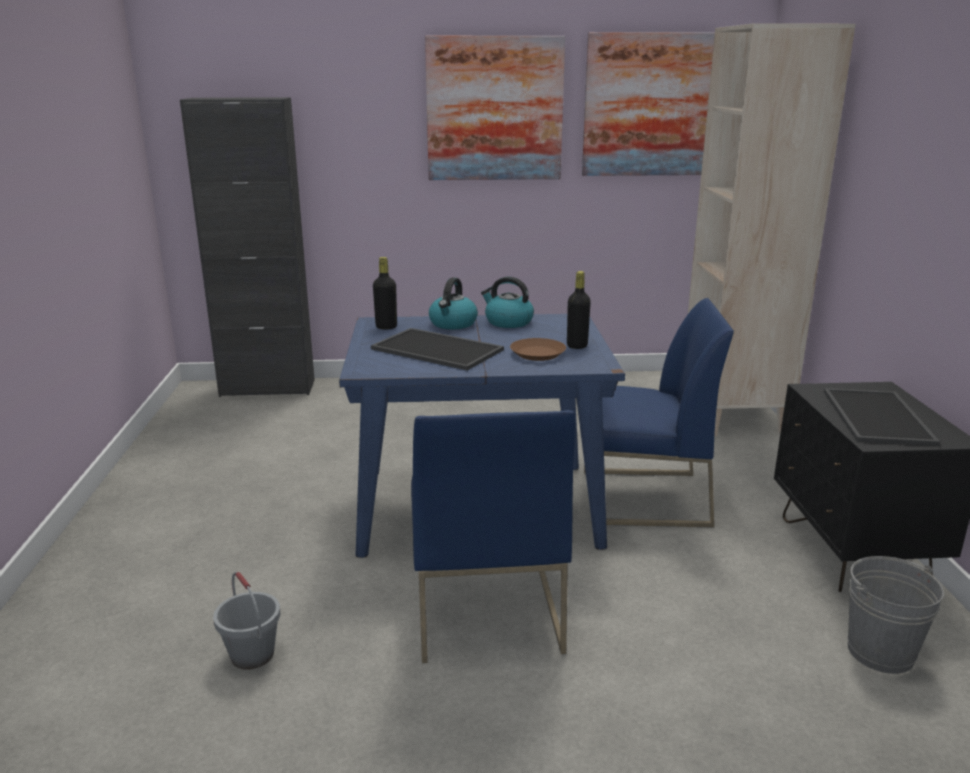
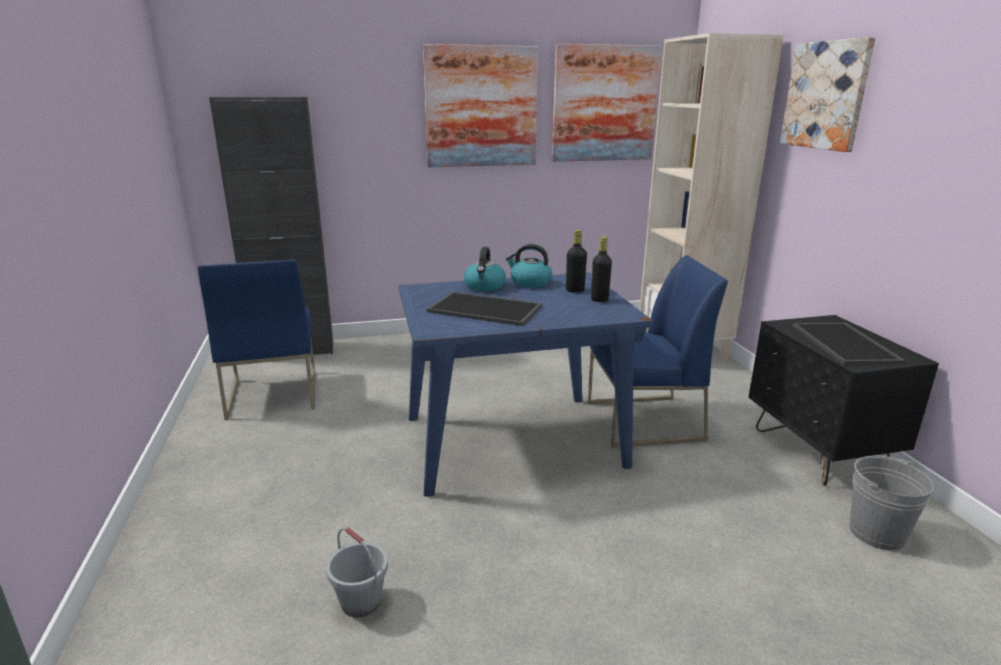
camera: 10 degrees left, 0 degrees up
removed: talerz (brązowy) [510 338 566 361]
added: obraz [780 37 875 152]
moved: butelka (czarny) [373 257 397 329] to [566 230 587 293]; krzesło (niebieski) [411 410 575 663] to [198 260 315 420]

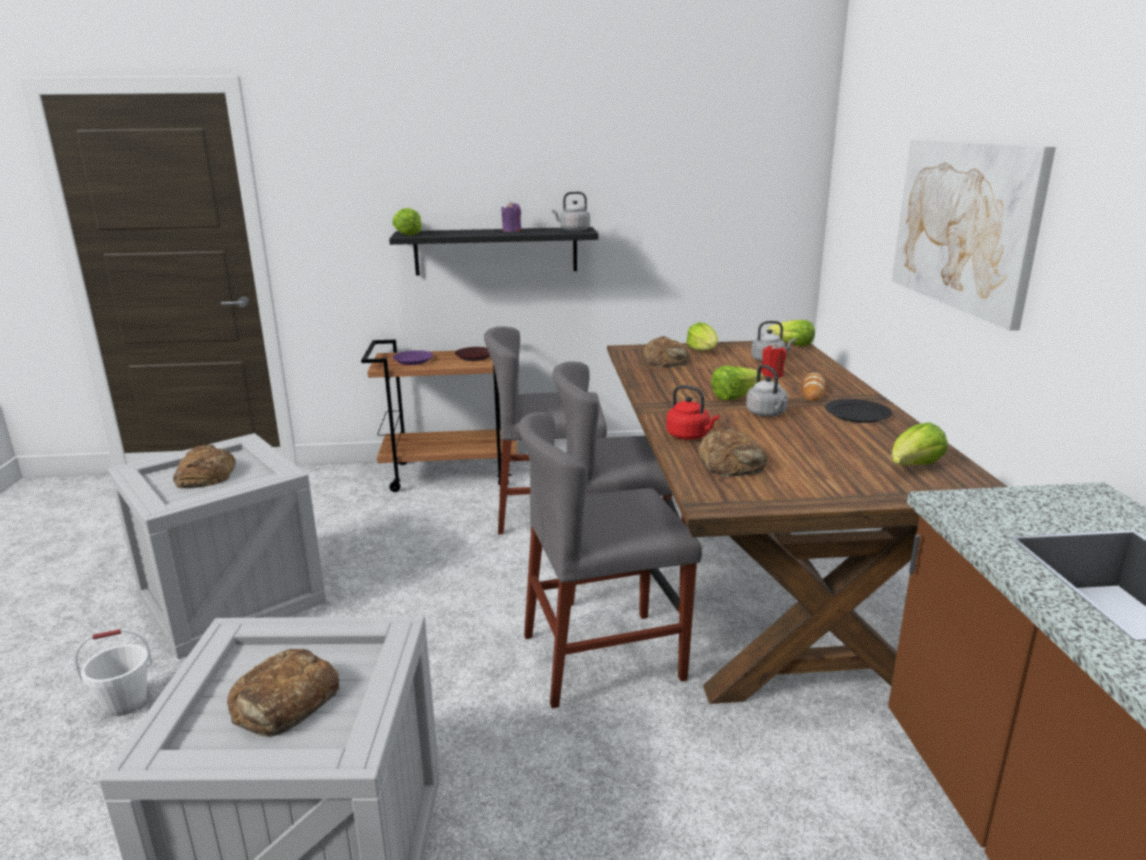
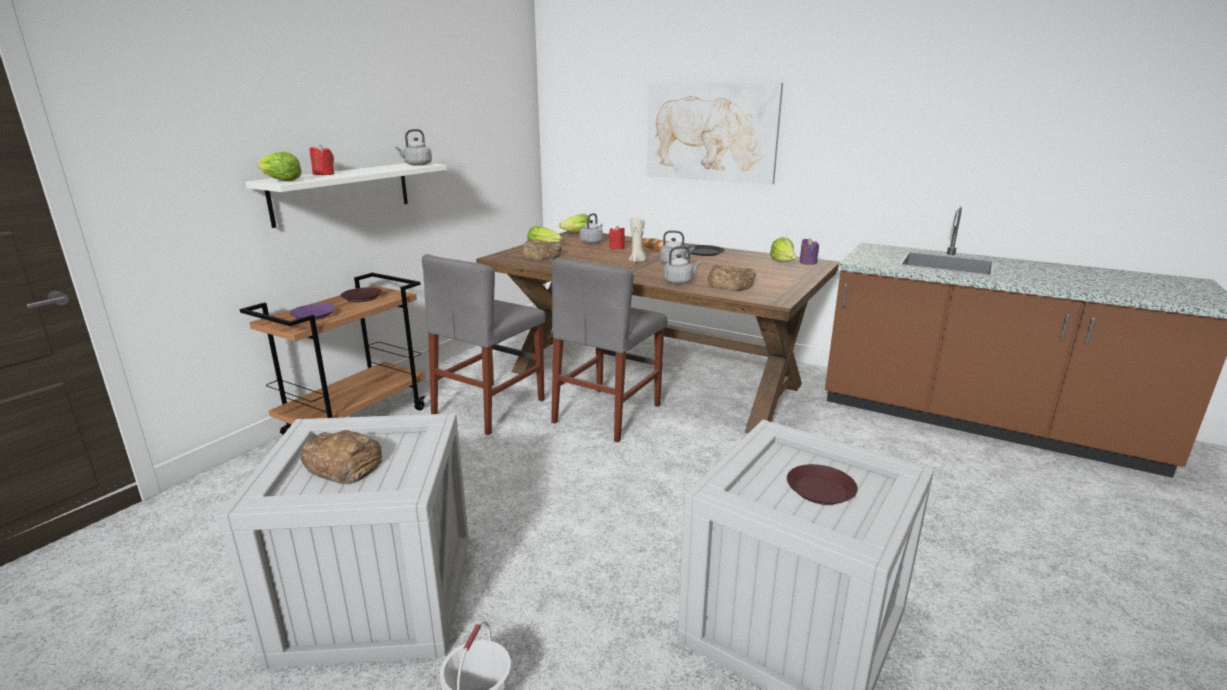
camera: 55 degrees left, 0 degrees up
removed: krzesło (szary) [519 412 702 708]
added: świeca (czerwony) [310 145 335 175]
moved: świeca (fioletowy) [501 202 521 232] to [799 238 819 265]
replaced: sałata [711 365 764 400] to świeca (beżowy) [629 216 646 263]; chleb [227 649 340 737] to talerz (brązowy) [787 464 858 505]
recoloured: półka (czarny) [389 227 598 275] to półka (biały) [245 163 447 228]; czajnik (czerwony) [666 385 719 440] to czajnik (szary) [663 246 701 284]

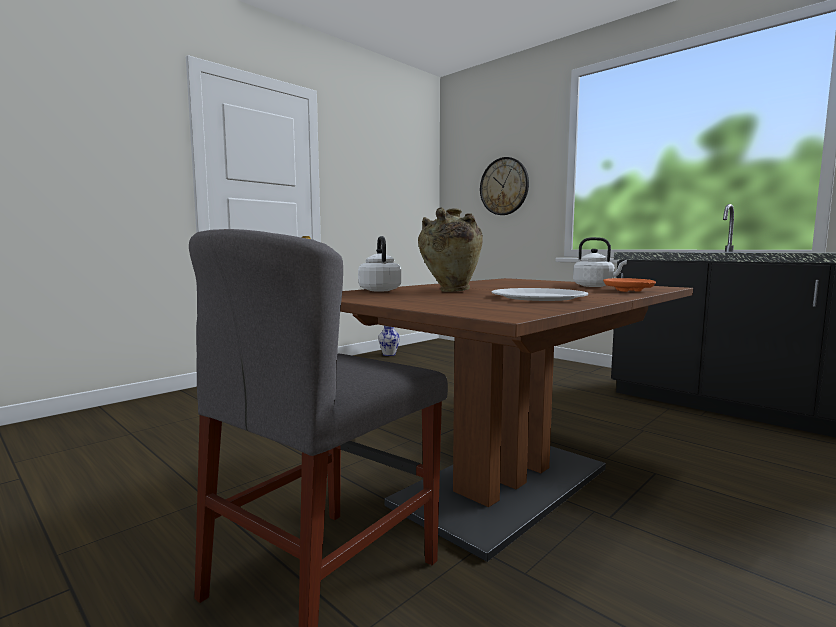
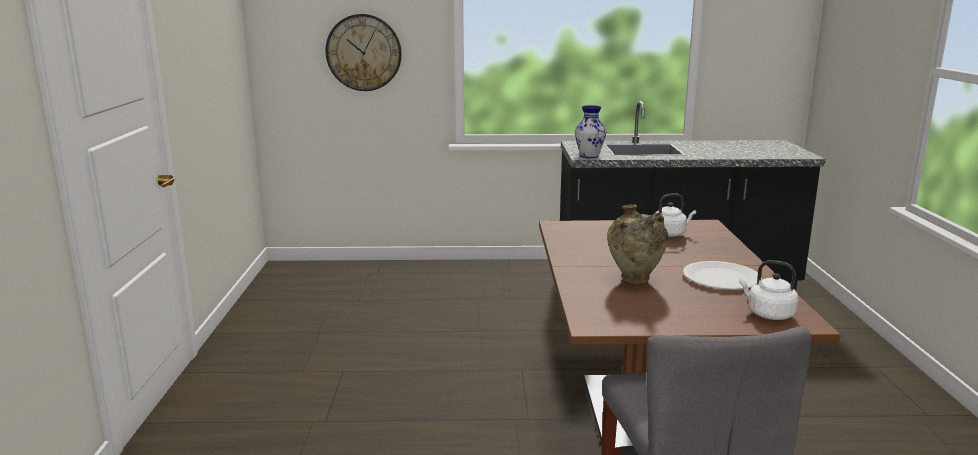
camera: 45 degrees left, 10 degrees up
removed: talerz (pomarańczowy) [603 278 656 292]
moved: czajnik (biały) [358 236 401 291] to [739 260 798 320]; wazon [378 326 400 356] to [575 105 606 158]

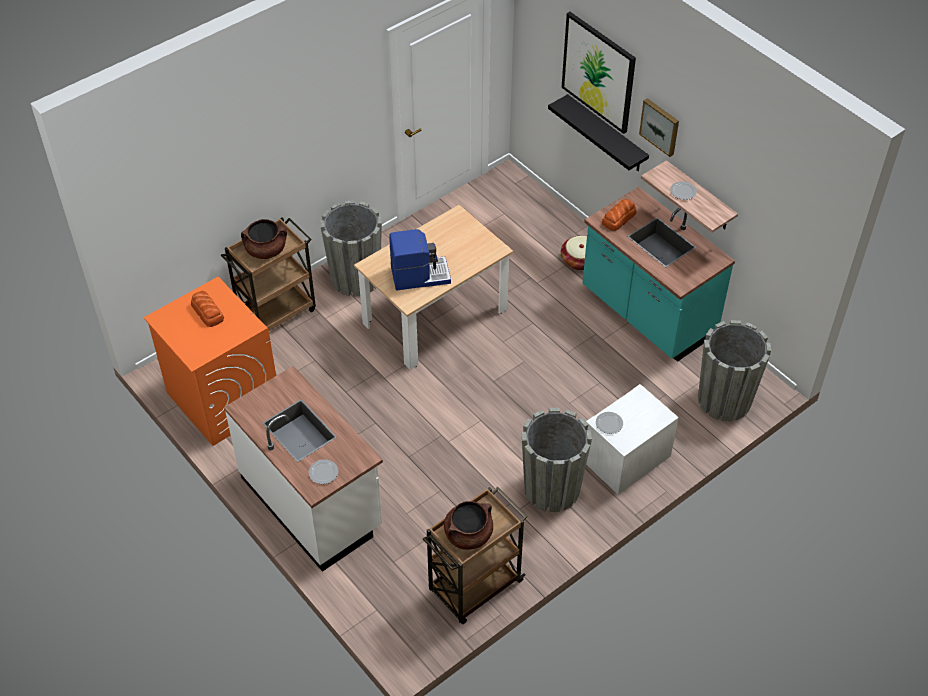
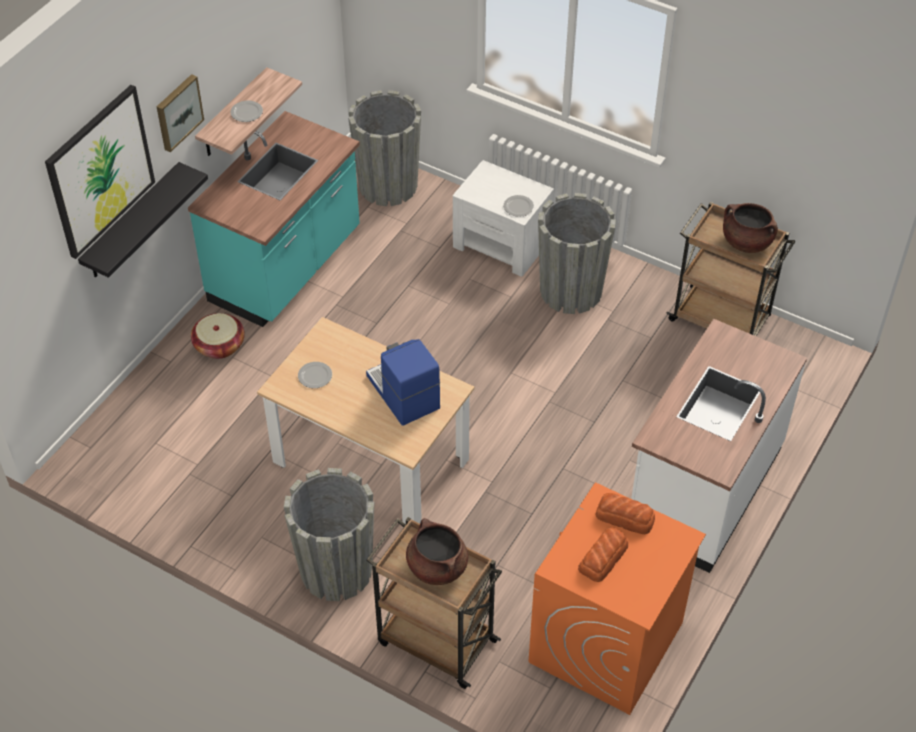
camera: 110 degrees left, 0 degrees up
moved: chleb [602 199 637 231] to [595 493 655 534]; talerz [309 459 338 484] to [298 362 332 388]

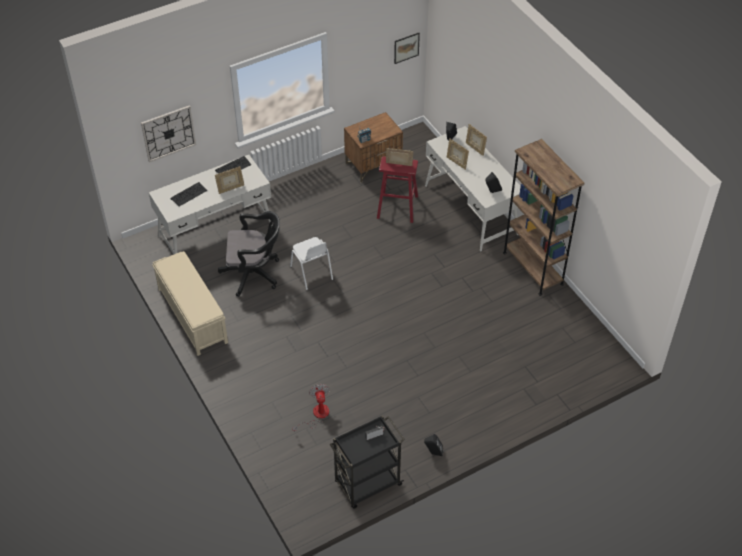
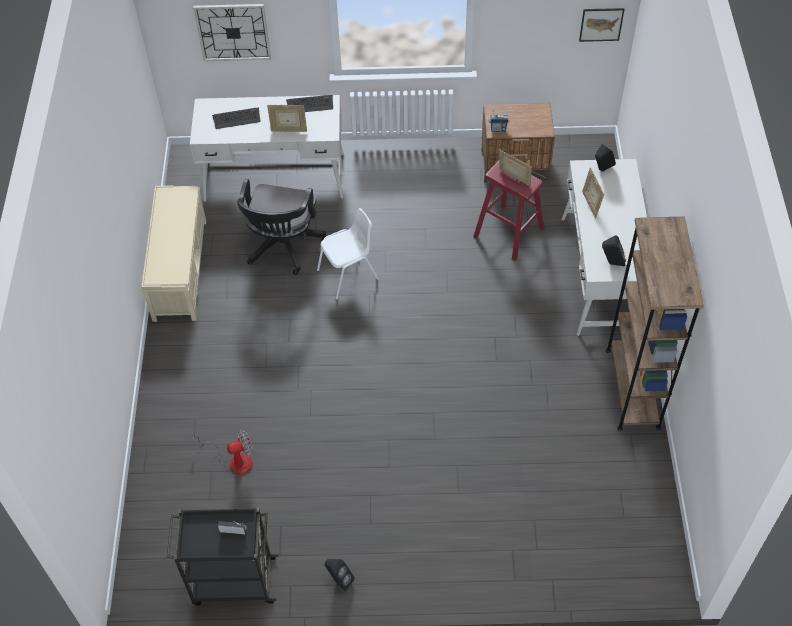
camera: 30 degrees right, 5 degrees up
removed: ramka na zdjęcie [466 124 487 156]
turned: krzesło biurowe (czarny) [218 211 280 297] = [237 179 326 275] 75 degrees clockwise; krzesło (biały) [290 237 333 290] = [317 208 379 300] 120 degrees counterclockwise; wentylator [292 384 330 432] = [192 430 254 474] 45 degrees clockwise

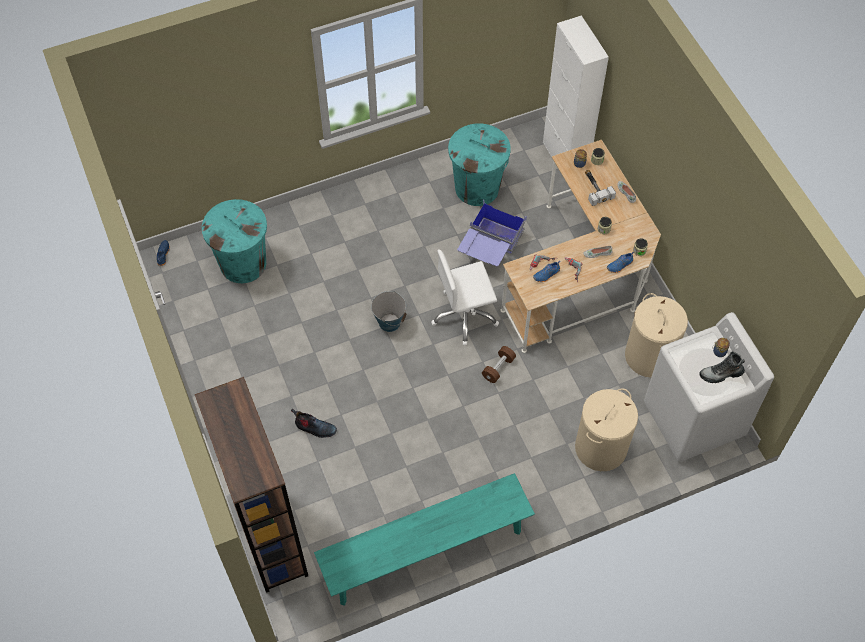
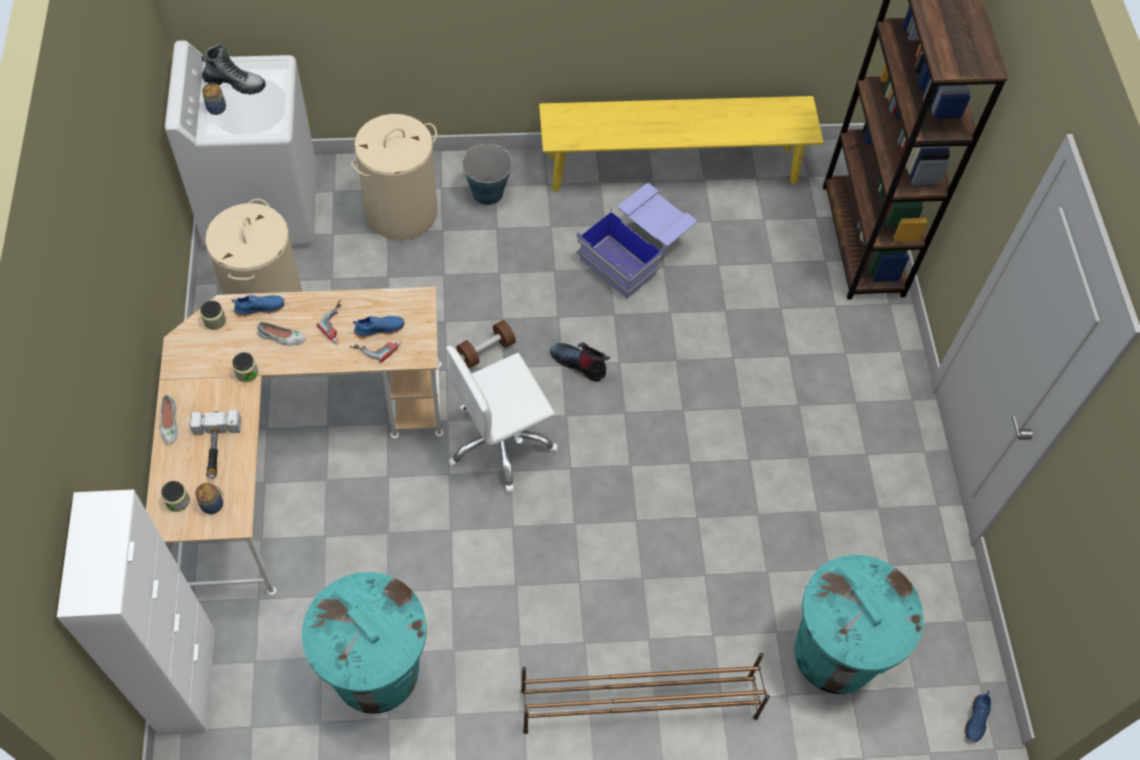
camera: 165 degrees left, 0 degrees up
added: regał na buty (brązowy) [521 653 770 734]
moved: pojemnik do przechowywania (niebieski) [457 199 527 266] to [577 183 697 298]; wiadro [371 291 407 332] to [462 144 512 205]; but z cholewką [291 408 337 438] to [550 342 610 382]
recoloured: ławka (turkusowy) [314 473 535 606] to ławka (żółty) [539 96 824 192]
turned: krzesło biurowe (biały) [431 250 499 345] = [446 346 558 492] 150 degrees clockwise

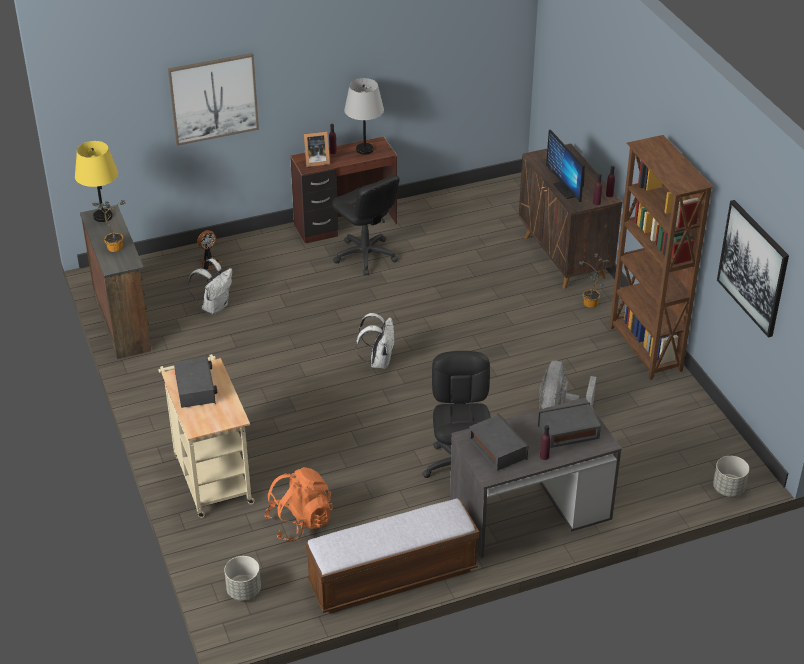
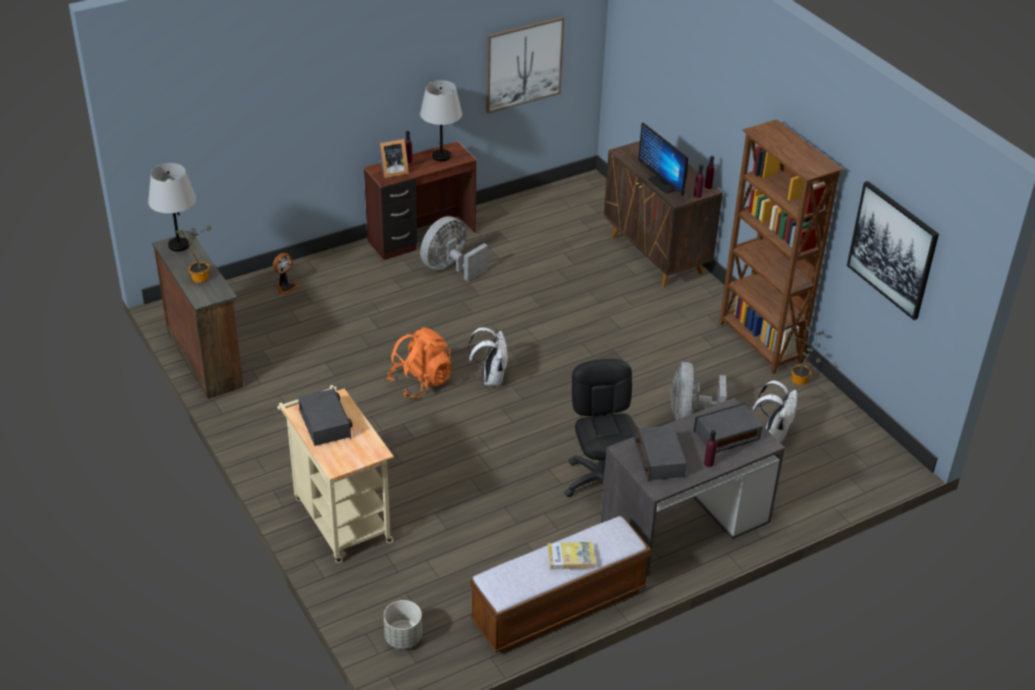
camera: 10 degrees left, 0 degrees up
removed: donica (szary) [713 456 749 497]
added: książka [548 542 595 570]
moved: obraz [168 53 259 146] to [486 16 564 113]; roślina doniczkowa [579 253 609 308] to [790 326 824 385]; plecak (biały) [189 258 232 315] to [751 381 797 443]; plecak (pomarańczowy) [264 467 333 541] to [388 327 452 398]
replaced: krzesło biurowe (czarny) [332 174 400 275] to wentylator (szary) [420 216 488 281]
recoloured: lampa stołowa (żółty) [75 141 118 222] to lampa stołowa (szary) [148 163 196 252]
turned: radio [469 413 528 471] = [634 425 687 482] 150 degrees counterclockwise

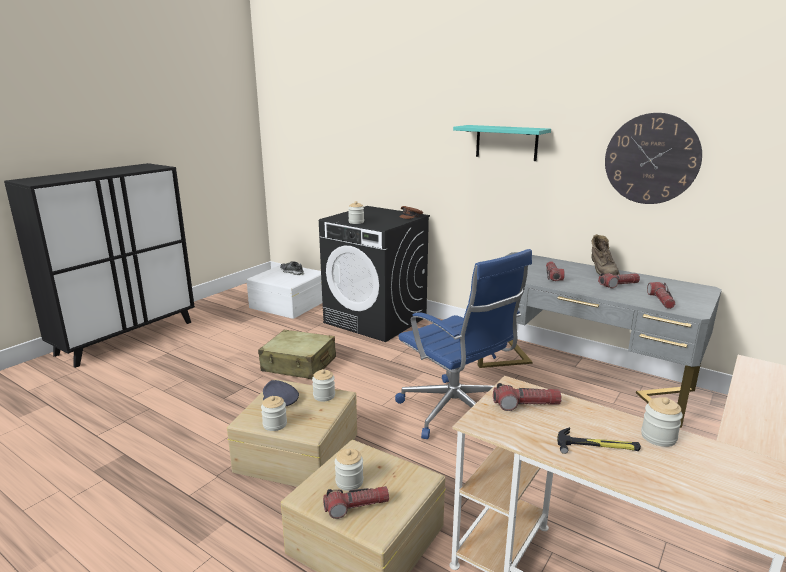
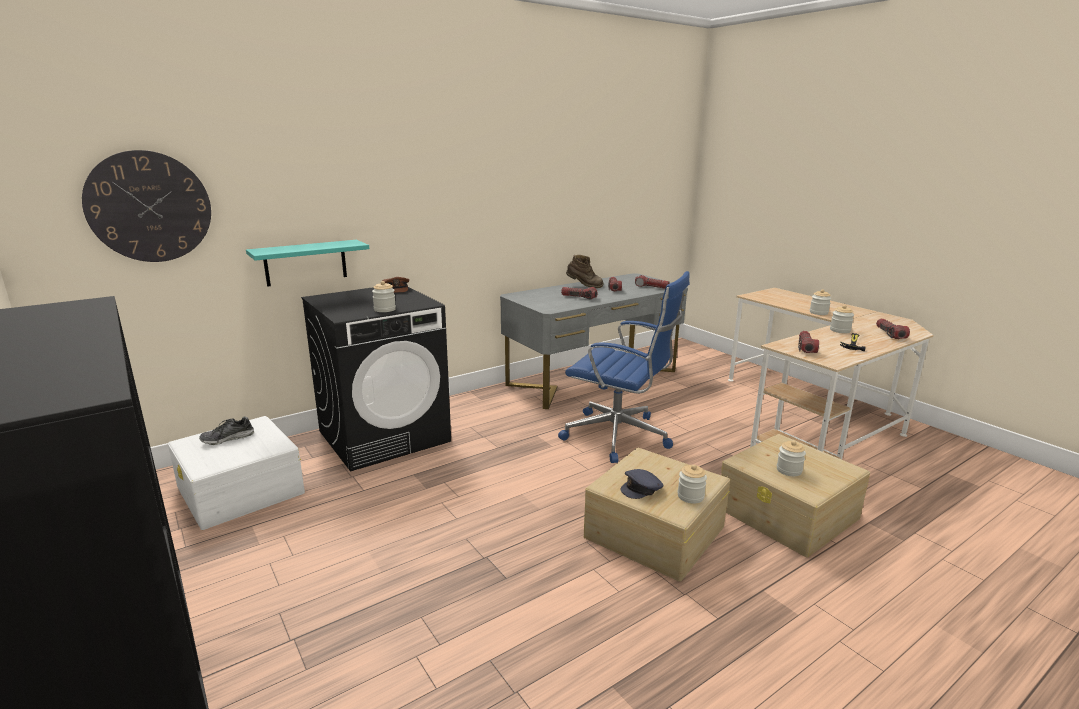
camera: 70 degrees left, 0 degrees up
removed: walizka (beżowy) [258 330 336 379]
moved: zegar ścienny [605 113 702 204] to [82 150 211 262]; półka (turkusowy) [453 125 551 161] to [246 240 369 287]; słoik [312 369 335 402] to [810 289 831 315]; latarka [323 486 389 519] to [876 319 910 339]
turned: krzesło biurowe (niebieski) [395 249 532 439] = [558 271 690 463] 45 degrees clockwise

